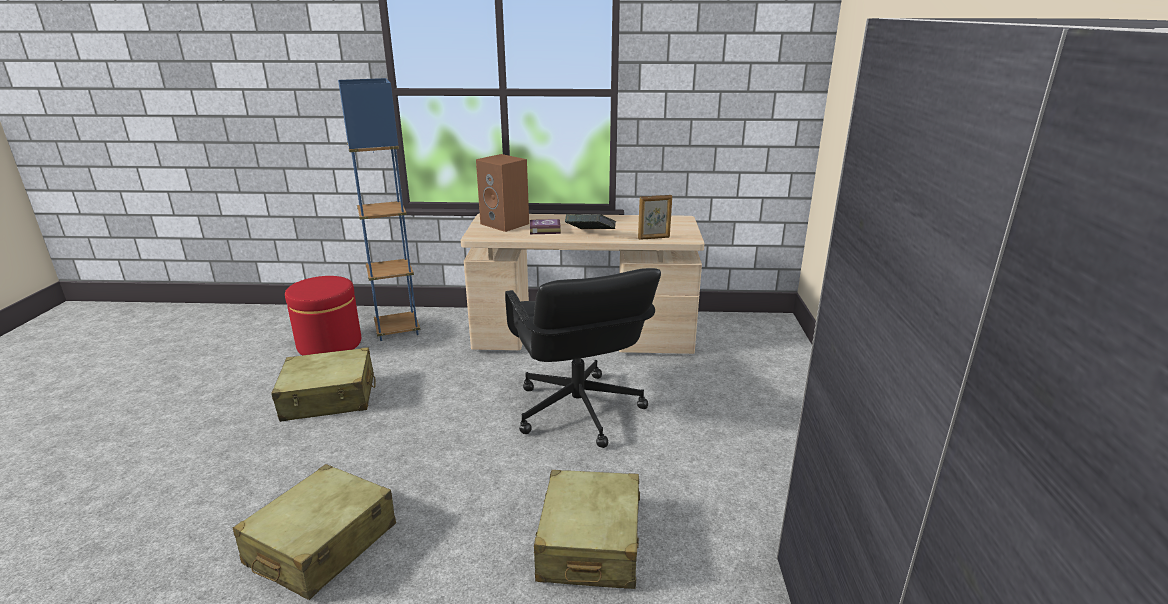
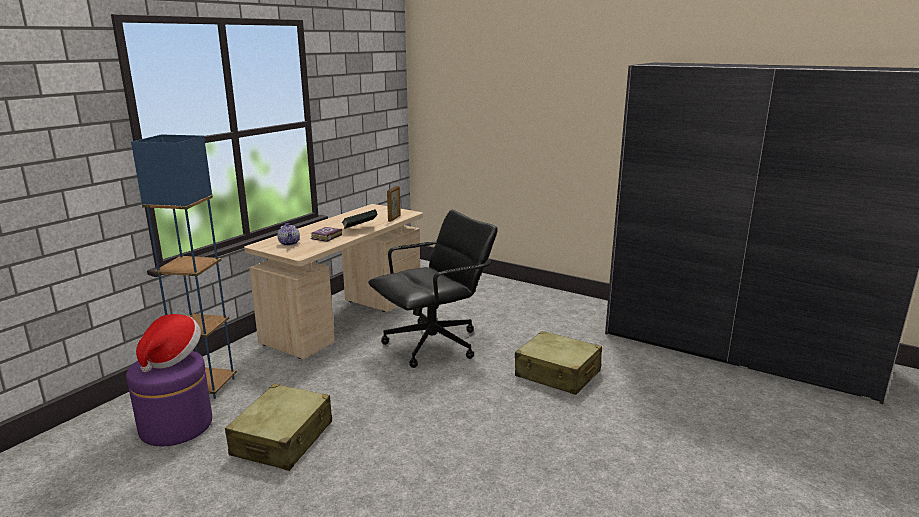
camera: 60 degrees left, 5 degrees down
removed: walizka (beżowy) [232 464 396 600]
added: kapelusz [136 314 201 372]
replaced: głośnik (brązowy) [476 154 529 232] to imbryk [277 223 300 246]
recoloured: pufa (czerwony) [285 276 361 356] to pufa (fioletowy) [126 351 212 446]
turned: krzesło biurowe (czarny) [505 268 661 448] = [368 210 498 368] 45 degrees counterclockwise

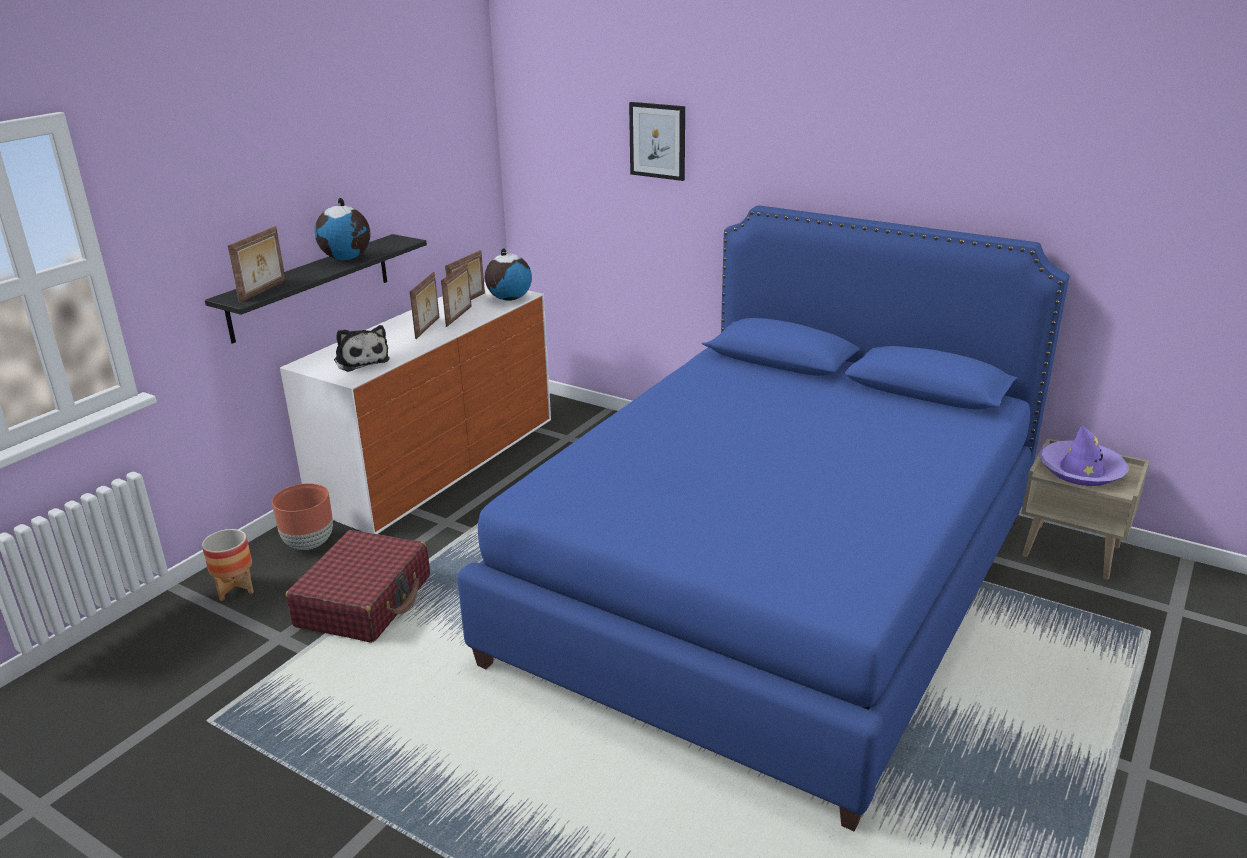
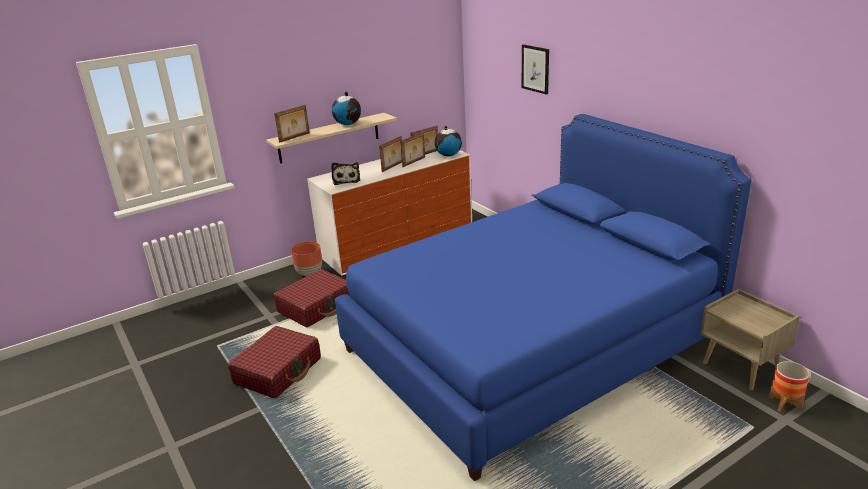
camera: 25 degrees right, 0 degrees up
removed: kapelusz (fioletowy) [1039 426 1129 486]
added: walizka (czerwony) [228 326 321 399]
moved: donica [202 529 254 601] to [769 361 810 411]
recoloured: półka (czarny) [205 234 427 344] to półka (beżowy) [266 113 397 163]

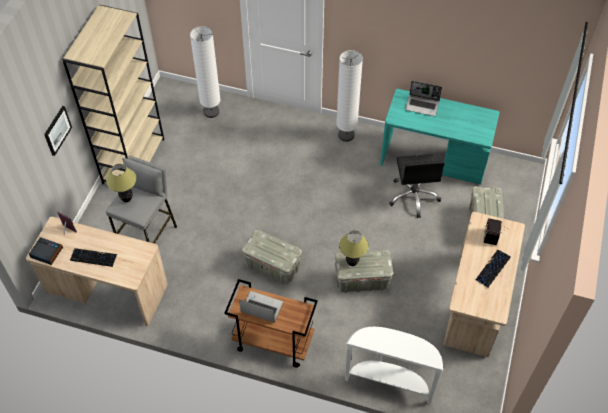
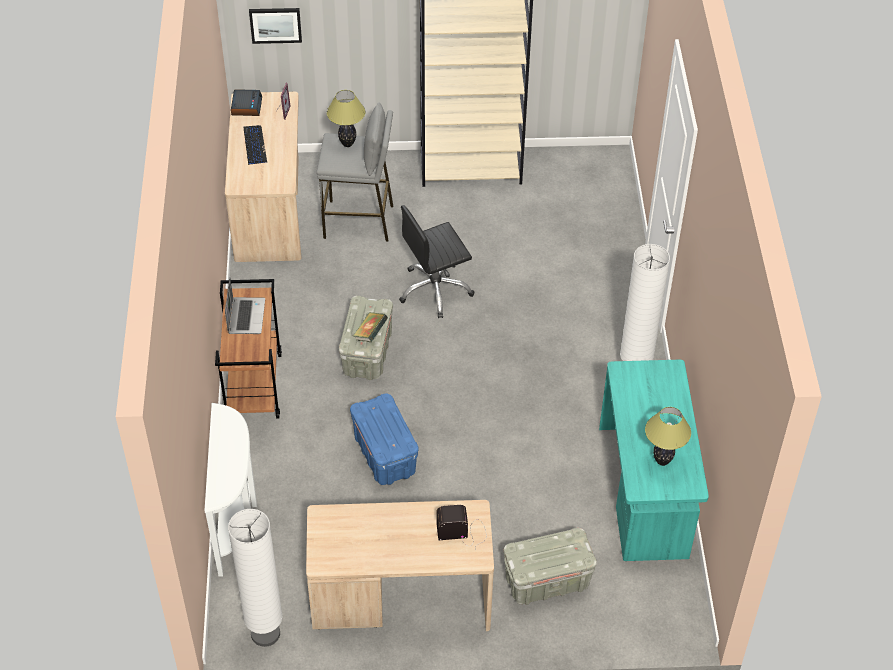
camera: 70 degrees right, 5 degrees down
removed: laptop [405 81 442 116]; klawiatura [476 250 511 287]
added: książka [353 312 388 342]
moved: lampa stojąca (biały) [190 26 220 118] to [228 509 282 647]; obraz [44 106 72 156] to [249 8 302 44]; krzesło biurowe (czarny) [389 154 445 218] to [399 205 474 318]; lampa stołowa [339 230 369 266] to [645 407 691 466]
recoloured: pojemnik do przechowywania (szary) [335 250 393 293] to pojemnik do przechowywania (niebieski) [350 394 419 485]

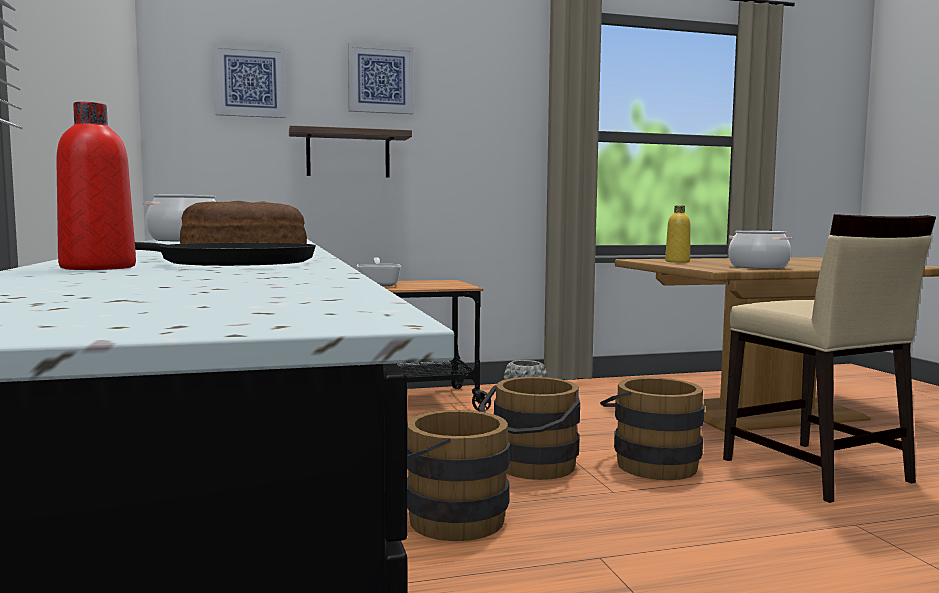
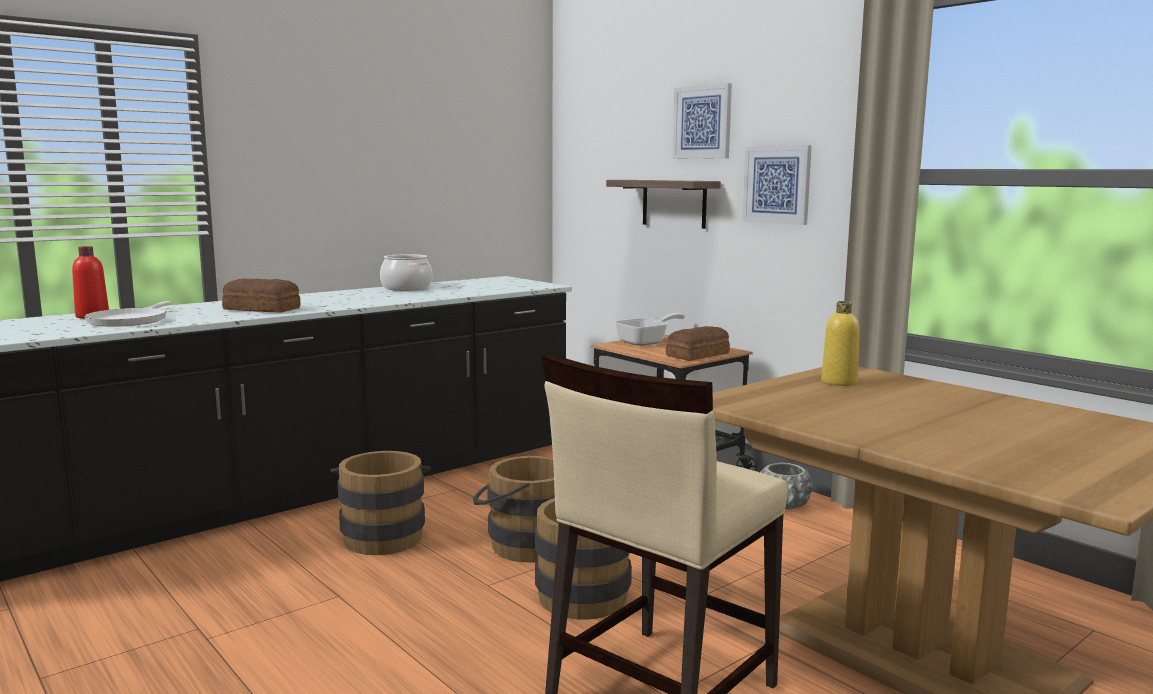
camera: 65 degrees right, 5 degrees up
removed: garnek [728 231 793 269]
added: chleb [666 326 730 361]
moved: obraz [213 43 286 118] to [742 145 812 225]
recoloured: patelnia (czarny) [135 242 316 266] to patelnia (biały) [84 301 172 327]

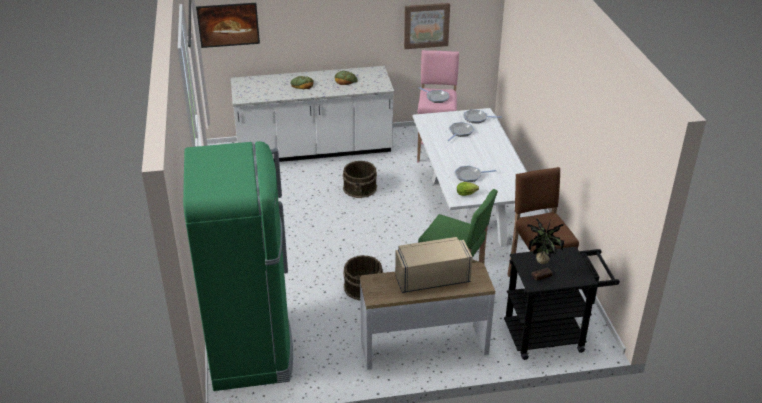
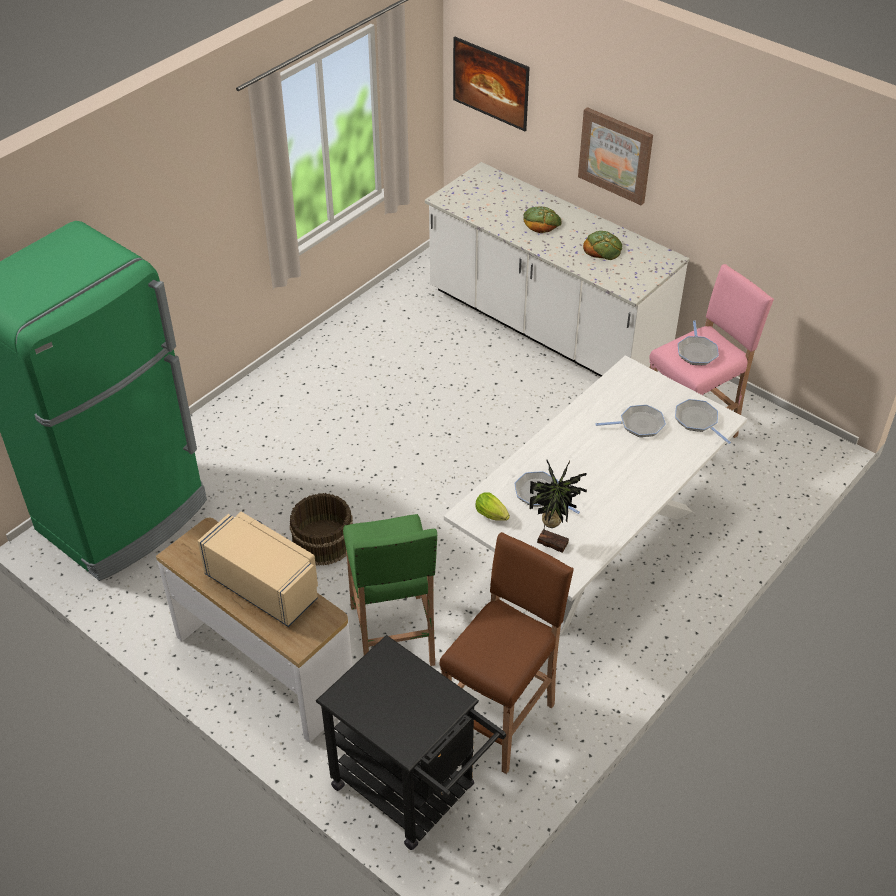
camera: 50 degrees right, 10 degrees up
removed: wiadro (brązowy) [343 161 377 198]
moved: obraz [404 3 450 49] to [578 107 653 205]; roślina doniczkowa [527 218 564 281] to [529 460 587 553]

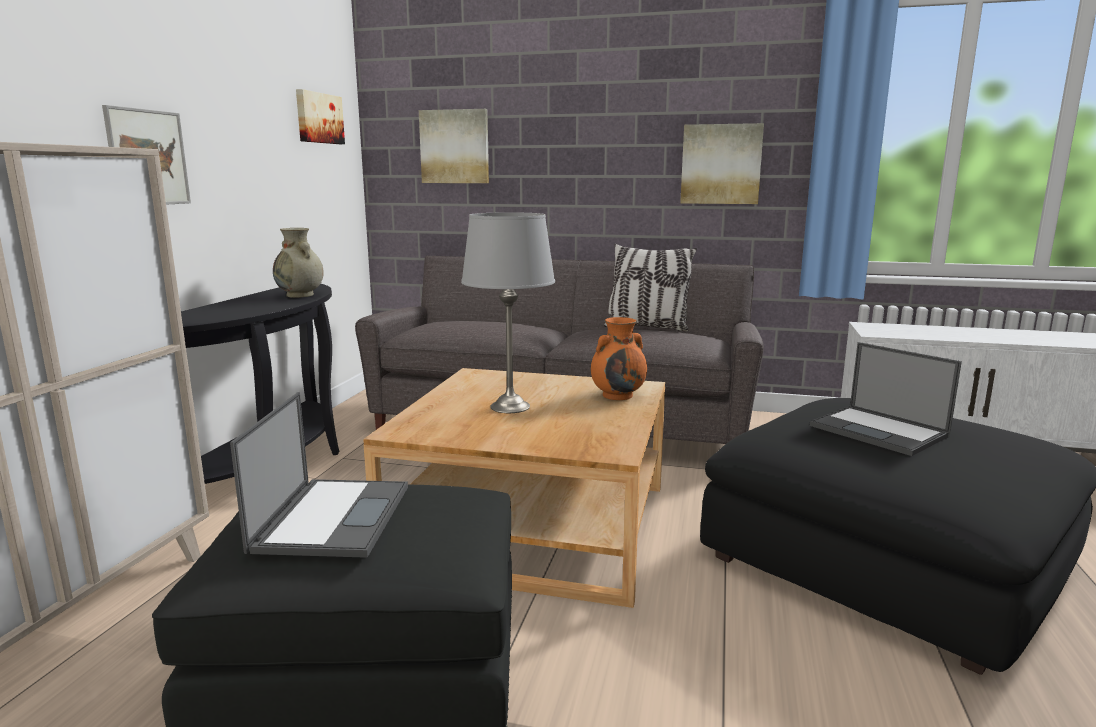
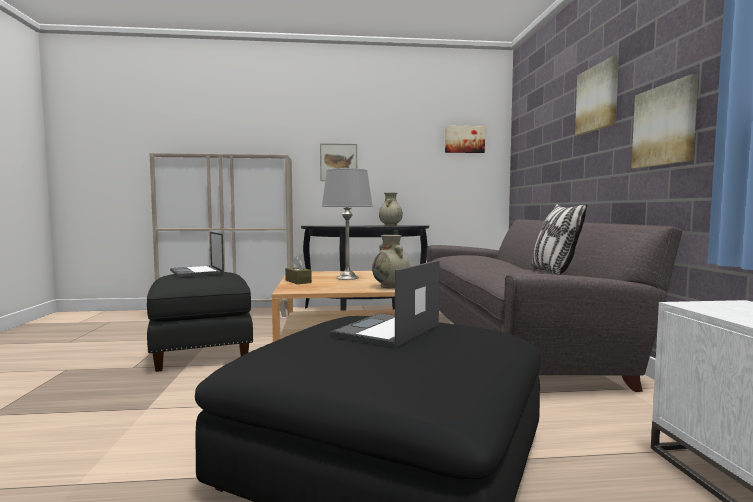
camera: 70 degrees right, 10 degrees down
added: pudełko chusteczek (brązowy) [285 257 312 284]
moved: obraz [419 109 489 183] to [575 56 619 135]
recoloured: wazon (pomarańczowy) [591 317 647 400] to wazon (beżowy) [372 235 410 288]
turned: laptop [230 392 408 558] = [170 232 224 277] 75 degrees clockwise

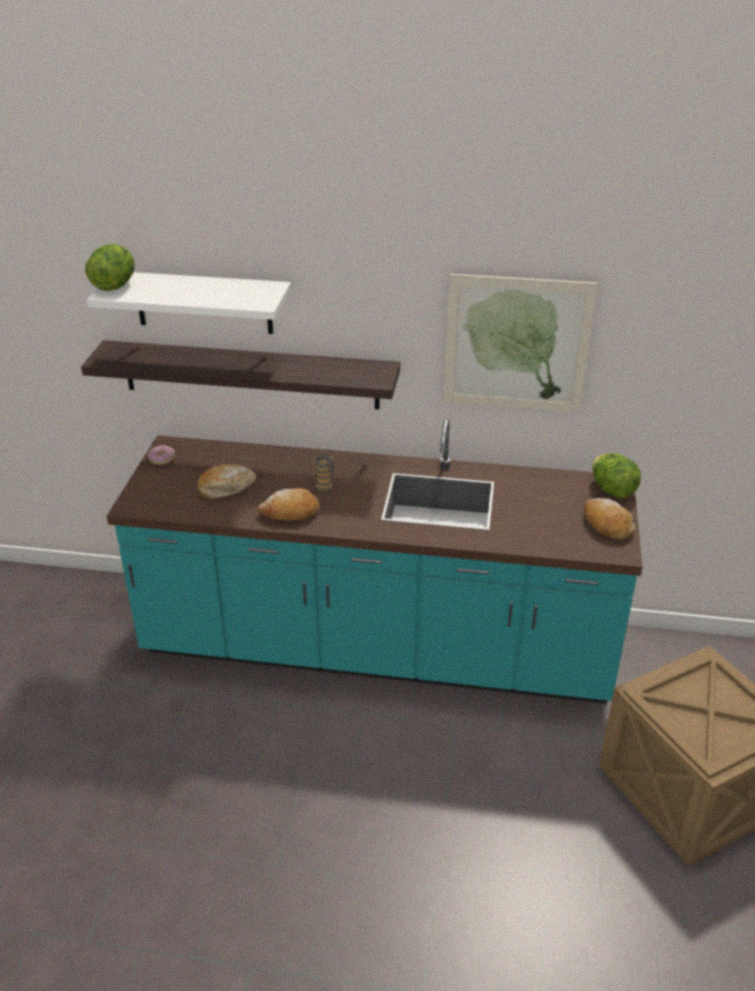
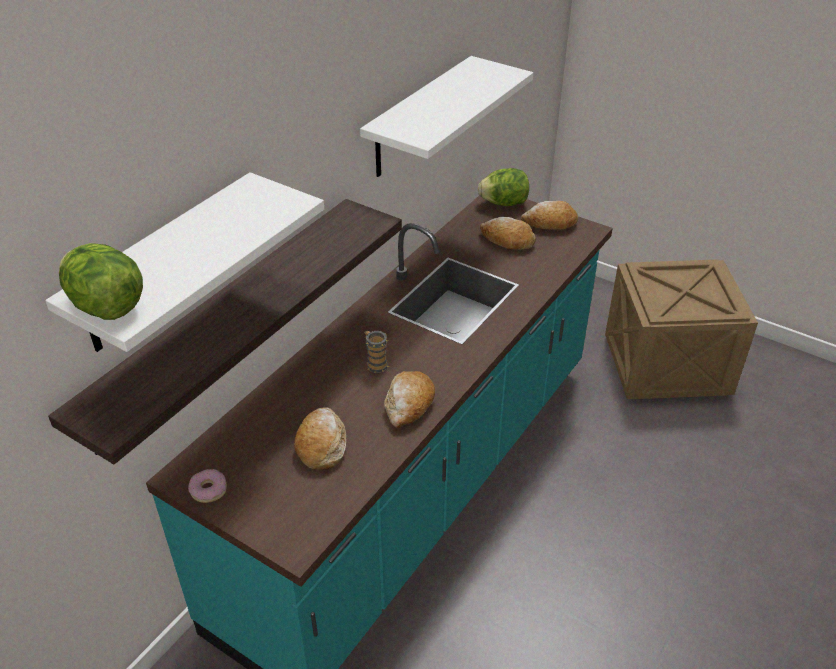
camera: 65 degrees left, 5 degrees up
added: chleb [480 217 536 250]
replaced: obraz [444 274 598 412] to półka (biały) [360 56 533 177]

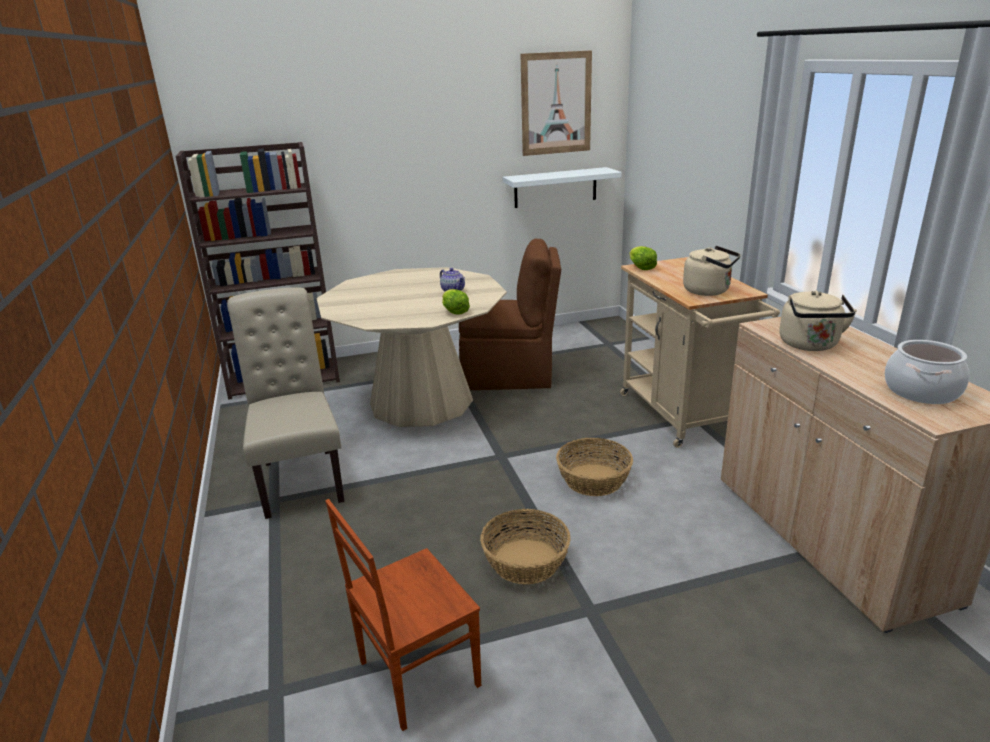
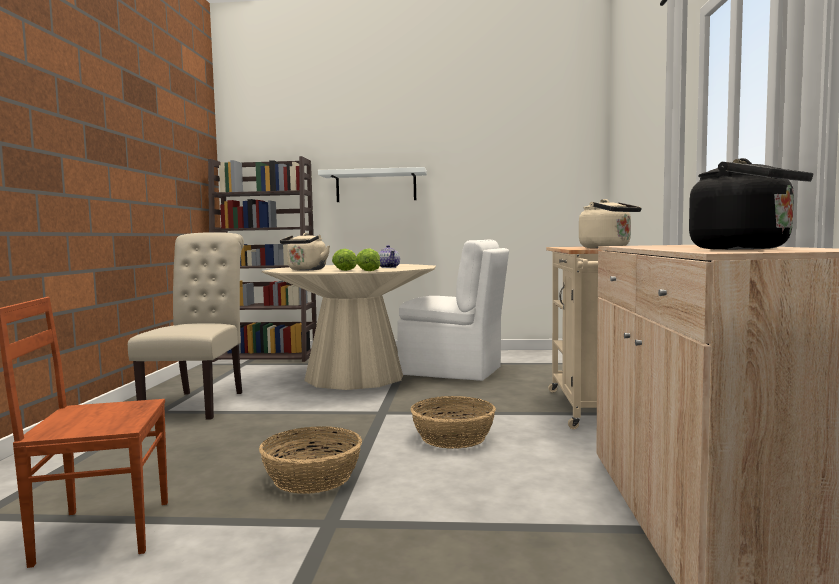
camera: 20 degrees right, 20 degrees down
removed: obraz [520 50 592 156]
moved: półka (biały) [503 167 622 208] to [318 167 427 202]; sałata [630 246 657 270] to [332 249 357 271]; czajnik (beżowy) [779 291 857 351] to [280 233 330 270]
replaced: garnek [885 340 970 404] to czajnik (czarny) [689 158 813 250]
recoloured: krzesło (brązowy) [459 239 561 390] to krzesło (biały) [397 240 509 381]

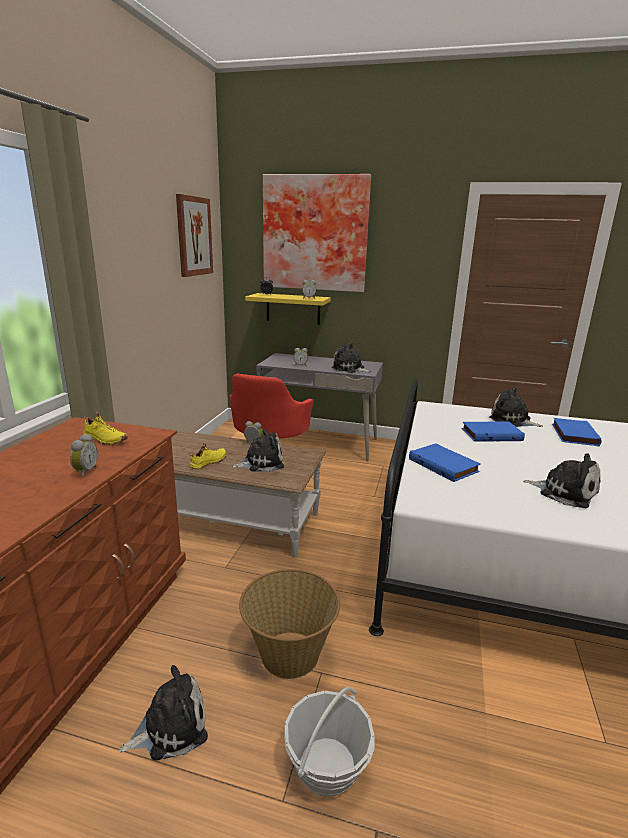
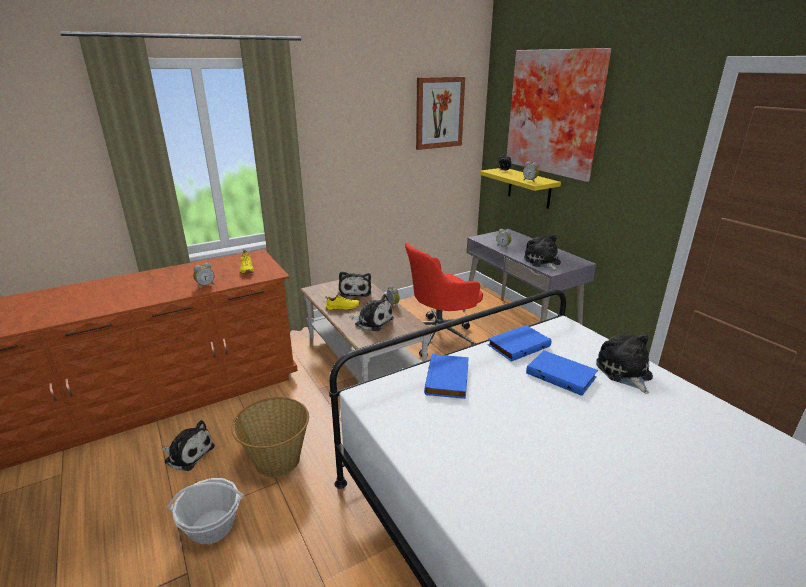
camera: 45 degrees right, 5 degrees up
moved: książka (niebieski) [552 418 602 446] to [488 325 551 362]; pluszak [523 453 600 508] to [339 271 371 298]

